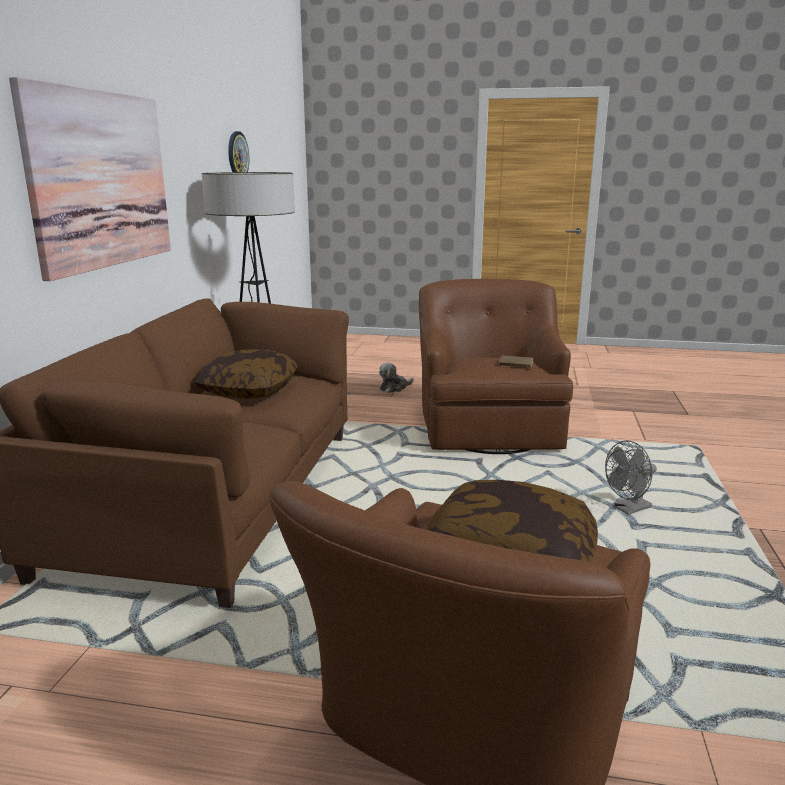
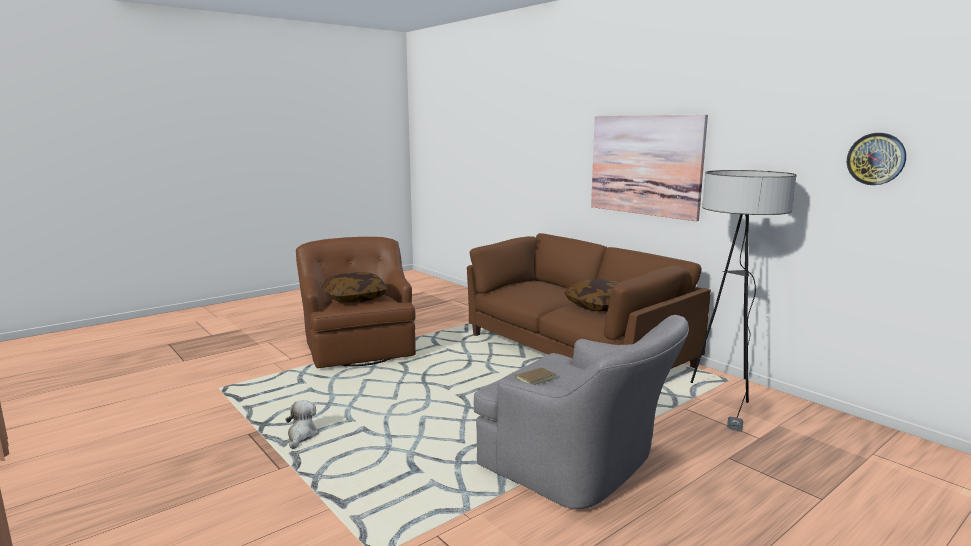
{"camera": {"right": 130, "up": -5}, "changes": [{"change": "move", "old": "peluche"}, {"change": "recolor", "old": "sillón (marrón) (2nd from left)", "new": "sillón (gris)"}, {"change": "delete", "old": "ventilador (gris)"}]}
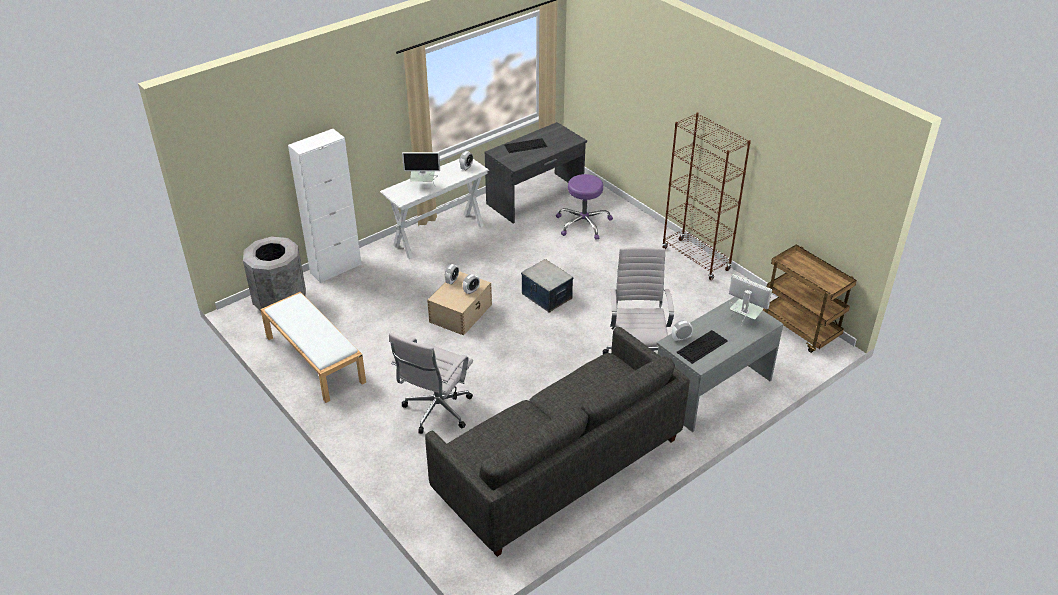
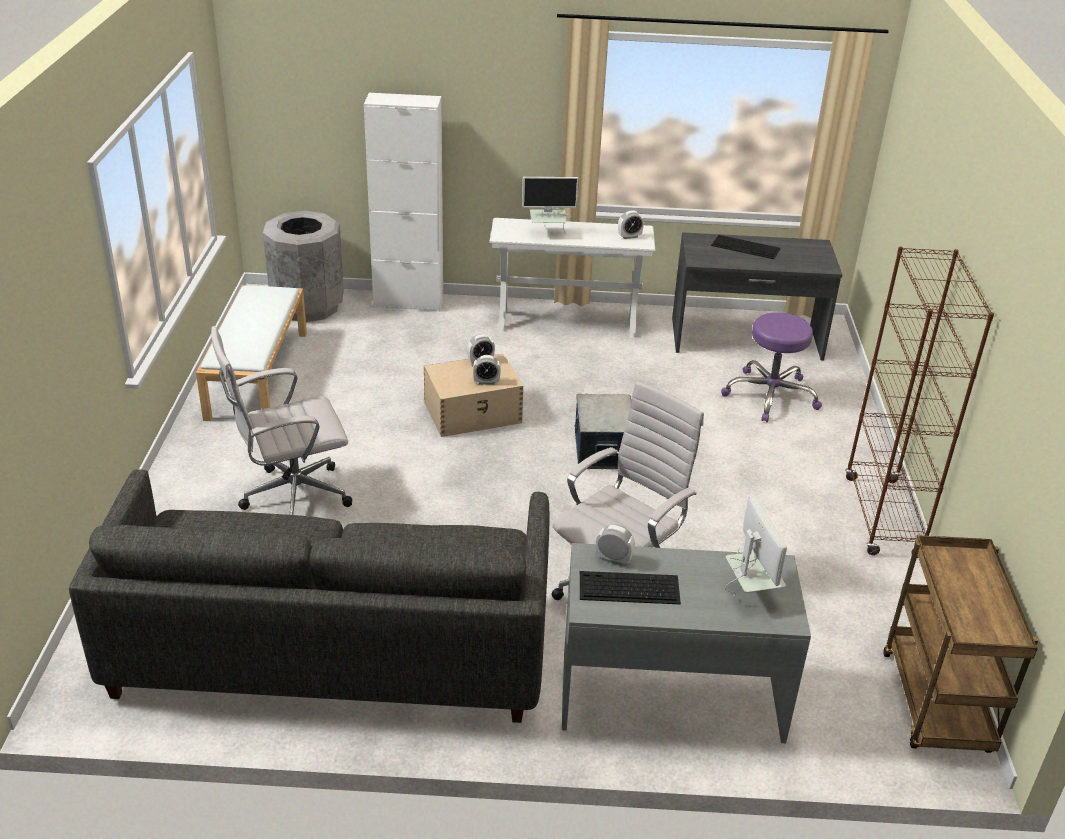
{"camera": {"right": 40, "up": -5}, "changes": [{"change": "rotate", "old": "monitor (1st from left)", "degrees": -45}]}
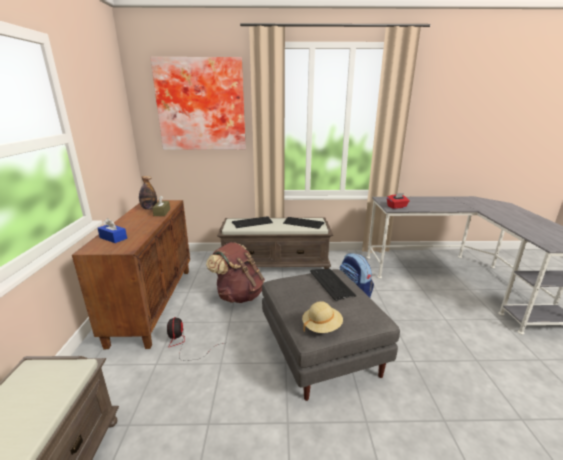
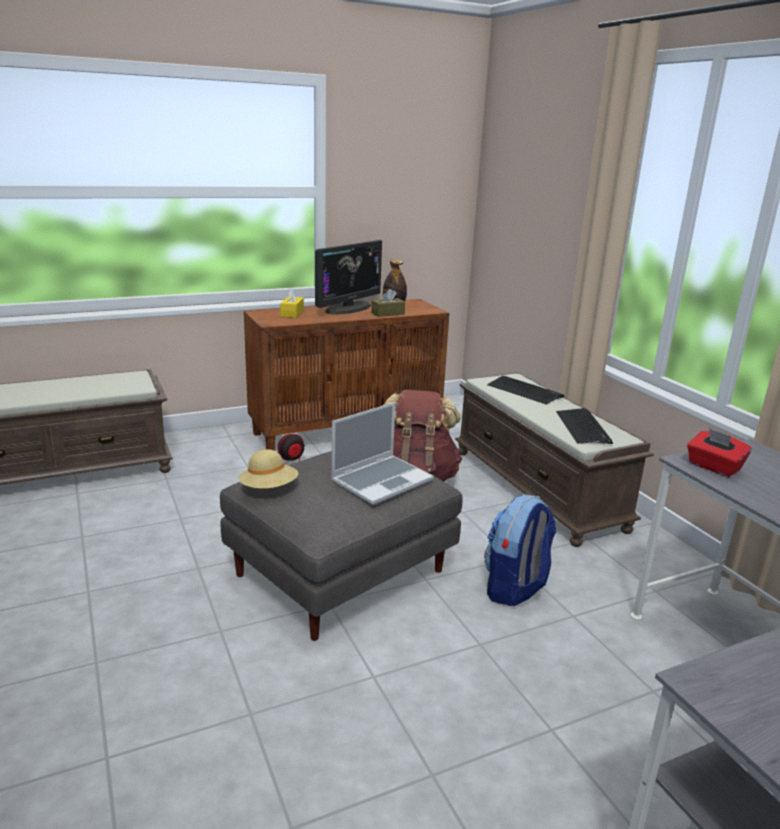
{"camera": {"right": 65, "up": 0}, "changes": [{"change": "recolor", "old": "caja de pañuelos (azul)", "new": "caja de pañuelos (amarillo)"}, {"change": "insert", "new": "monitor"}, {"change": "replace", "old": "teclado (3rd from left)", "new": "portátil"}, {"change": "delete", "old": "cuadro"}]}
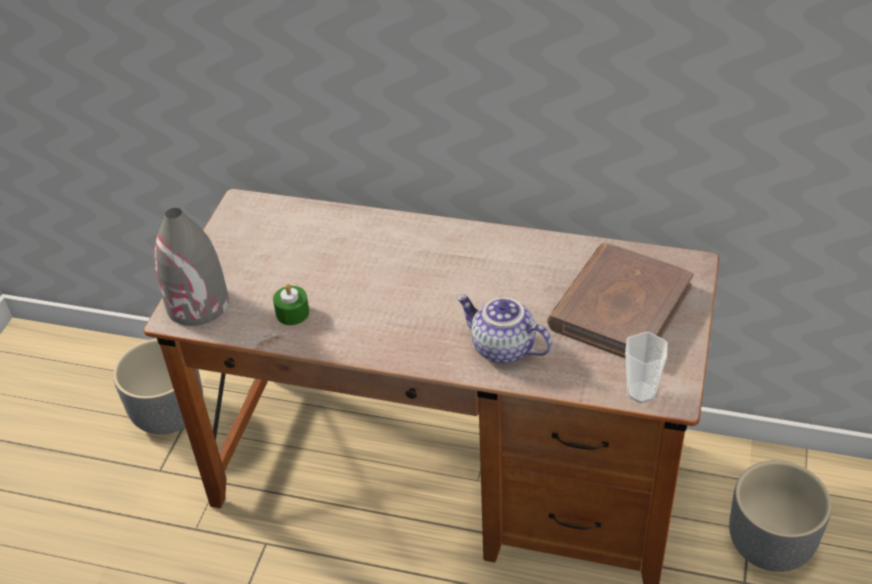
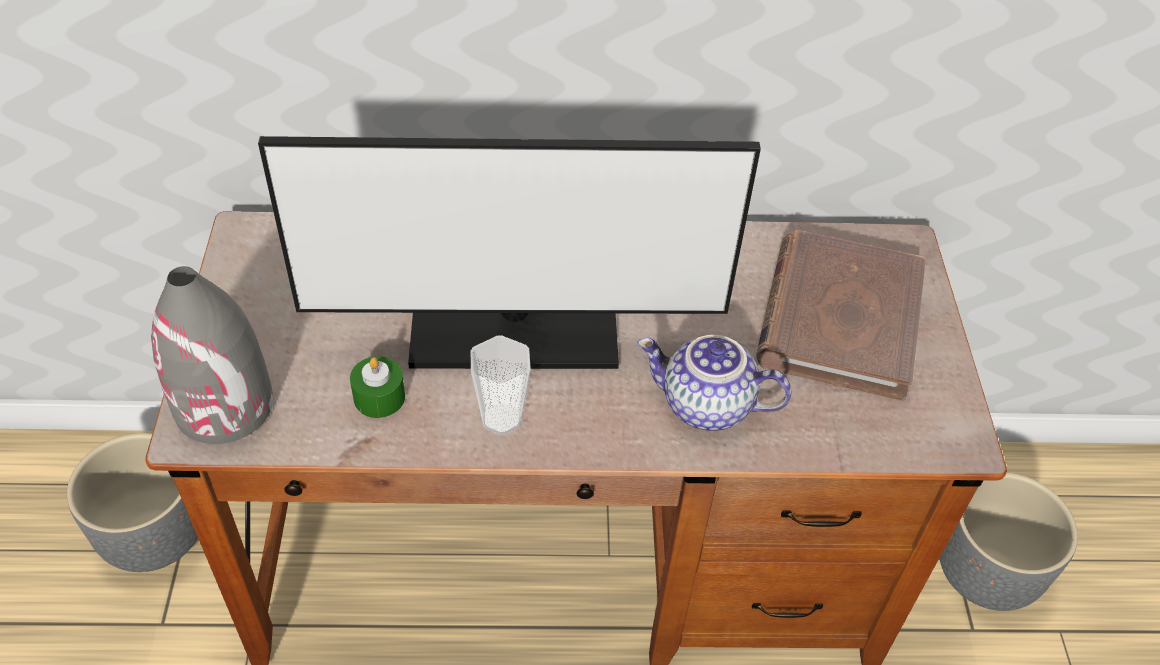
{"camera": {"right": -20, "up": 5}, "changes": [{"change": "insert", "new": "monitor"}, {"change": "move", "old": "taza"}]}
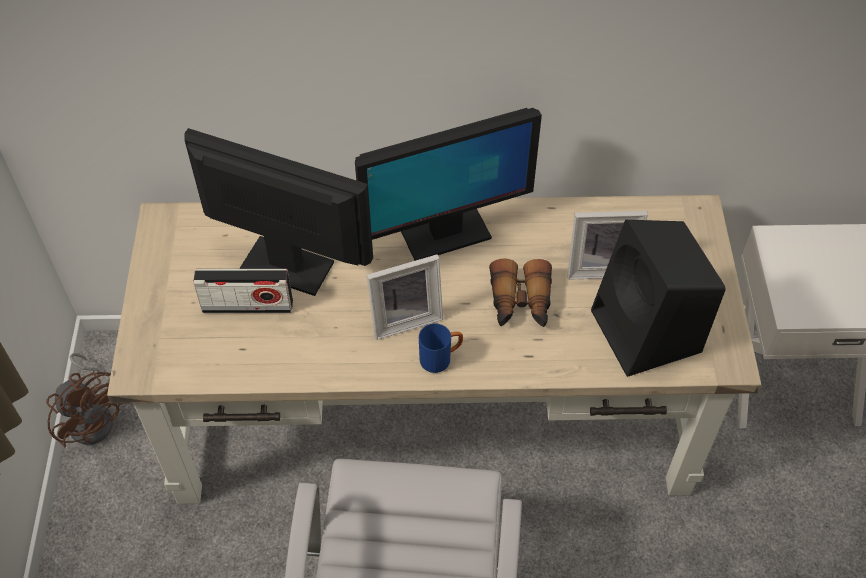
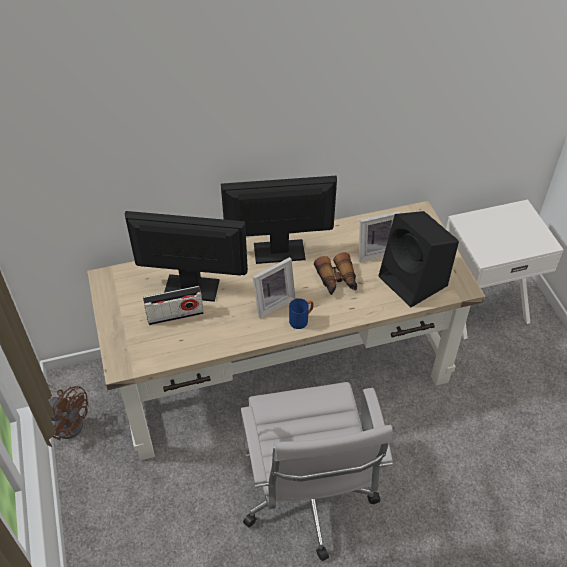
{"camera": {"right": -15, "up": -5}, "changes": [{"change": "rotate", "old": "monitor (2nd from left)", "degrees": -150}]}
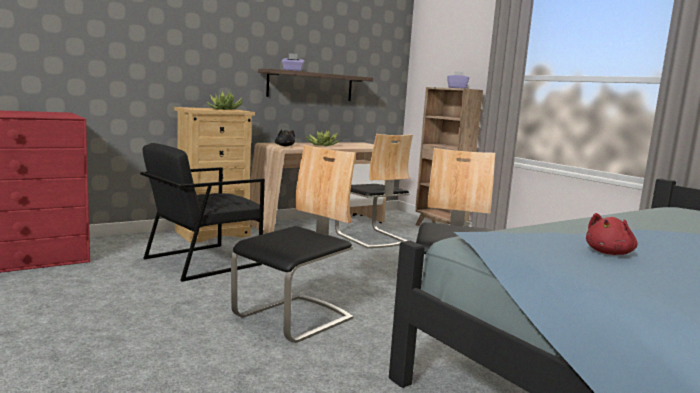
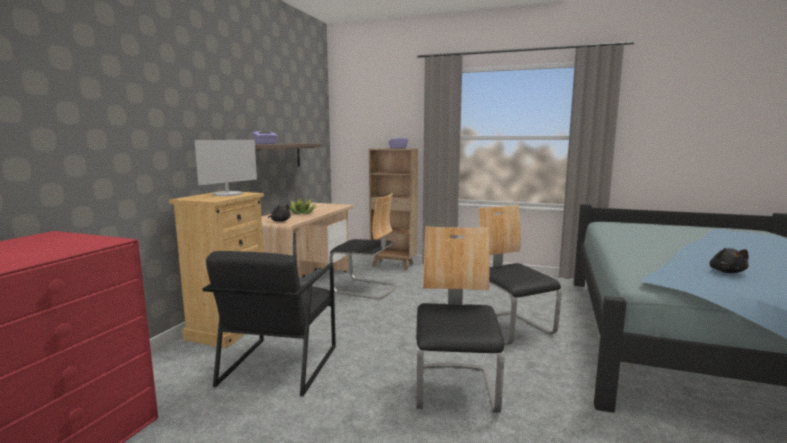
{"camera": {"right": -35, "up": 0}, "changes": [{"change": "replace", "old": "planta en maceta (1st from left)", "new": "monitor"}, {"change": "recolor", "old": "peluche (rojo)", "new": "peluche (negro) (2nd from left)"}]}
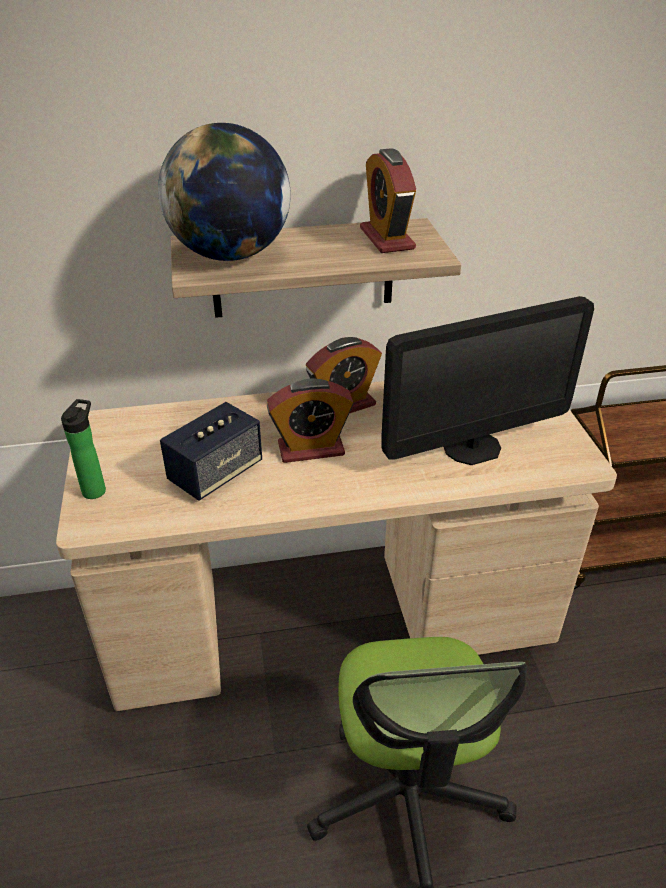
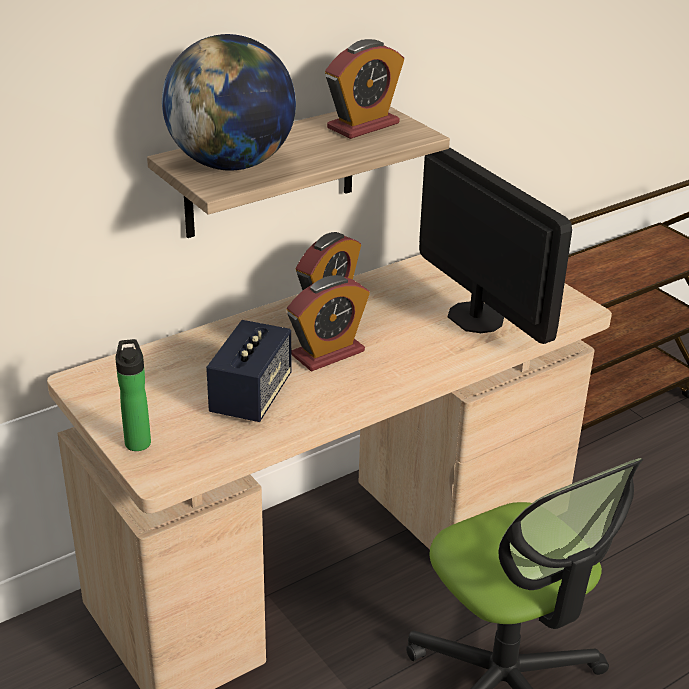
{"camera": {"right": -25, "up": -5}, "changes": [{"change": "rotate", "old": "despertador (3rd from left)", "degrees": -90}, {"change": "rotate", "old": "monitor", "degrees": -75}]}
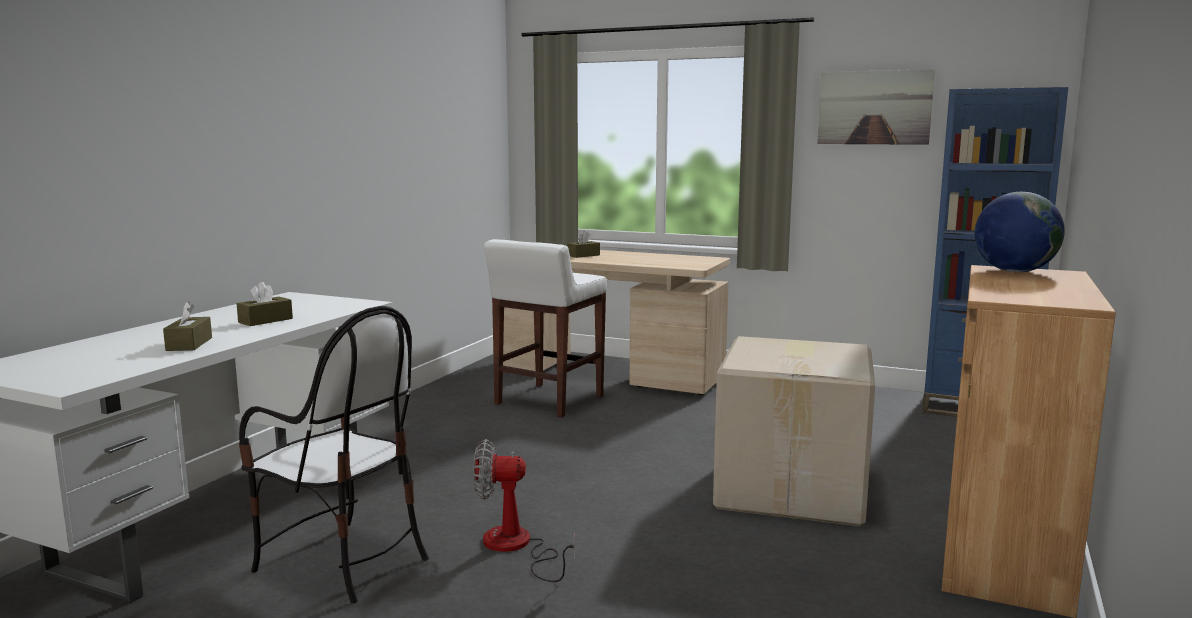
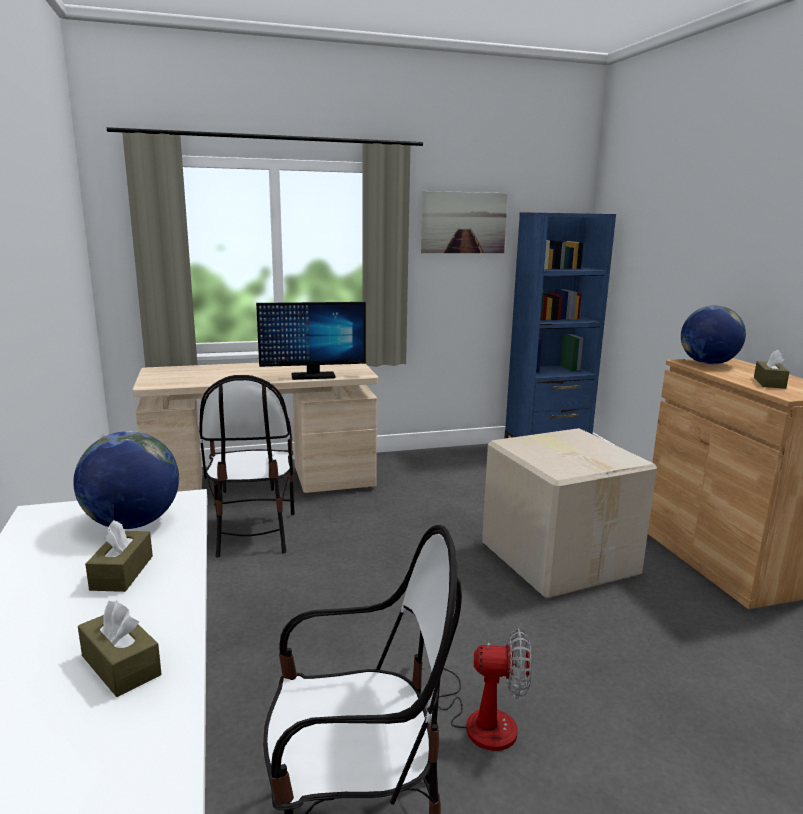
{"camera": {"right": -40, "up": 5}, "changes": [{"change": "insert", "new": "globo terráqueo (1st from left)"}, {"change": "replace", "old": "taburete (blanco)", "new": "silla (1st from left)"}, {"change": "insert", "new": "monitor"}, {"change": "rotate", "old": "ventilador", "degrees": -135}, {"change": "move", "old": "caja de pañuelos (marrón) (3rd from left)"}]}
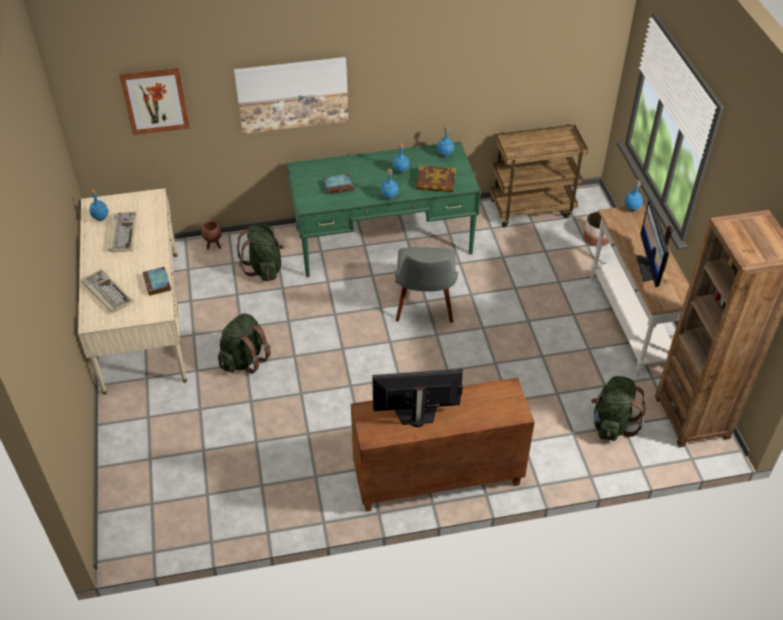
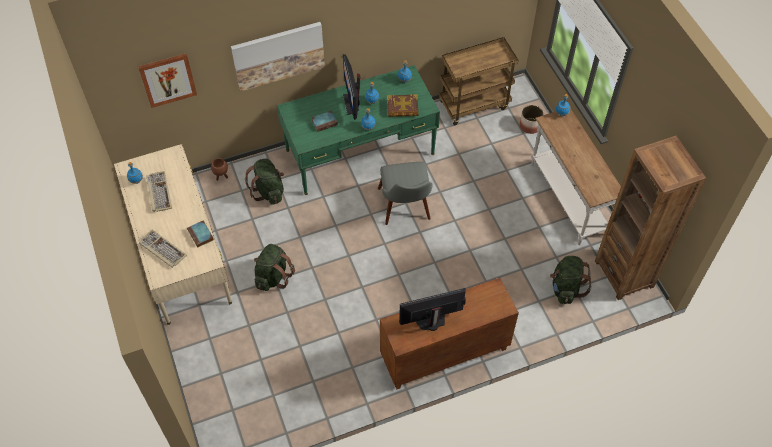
{"camera": {"right": -10, "up": 10}, "changes": [{"change": "move", "old": "monitor (2nd from left in the first image)", "new": "monitor (1st from left)"}]}
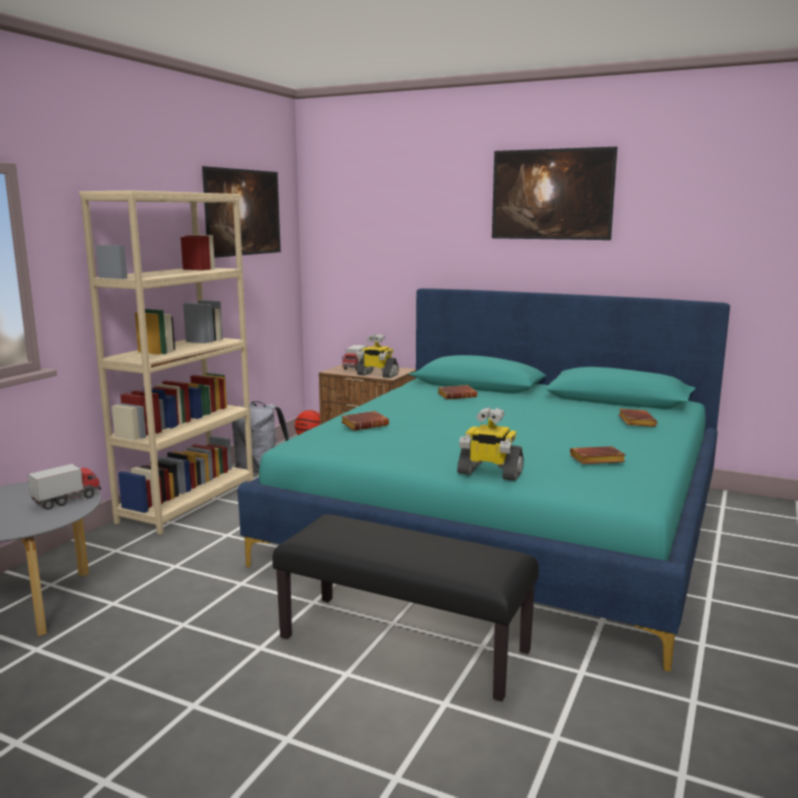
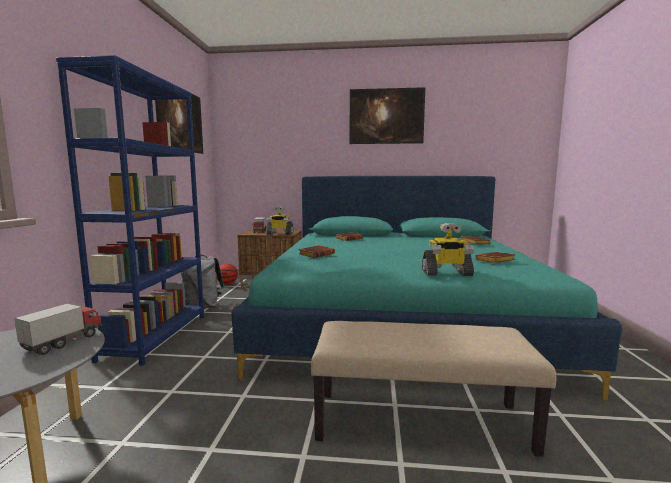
{"camera": {"right": -20, "up": -5}, "changes": [{"change": "recolor", "old": "estantería (beis)", "new": "estantería (azul)"}, {"change": "recolor", "old": "banco (negro)", "new": "banco (beis)"}]}
